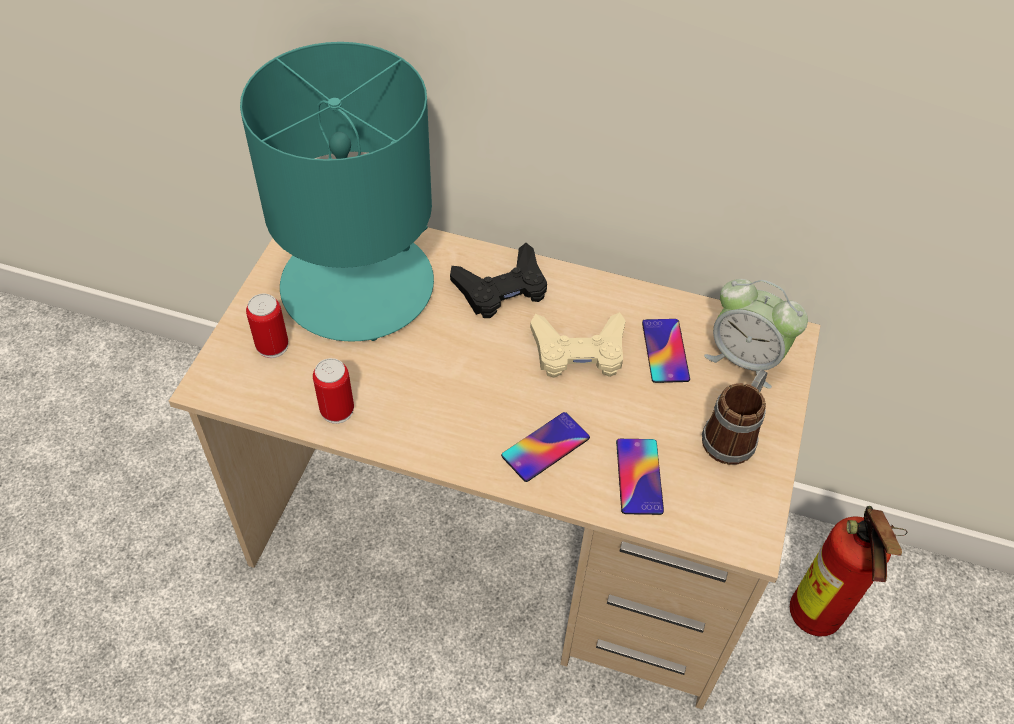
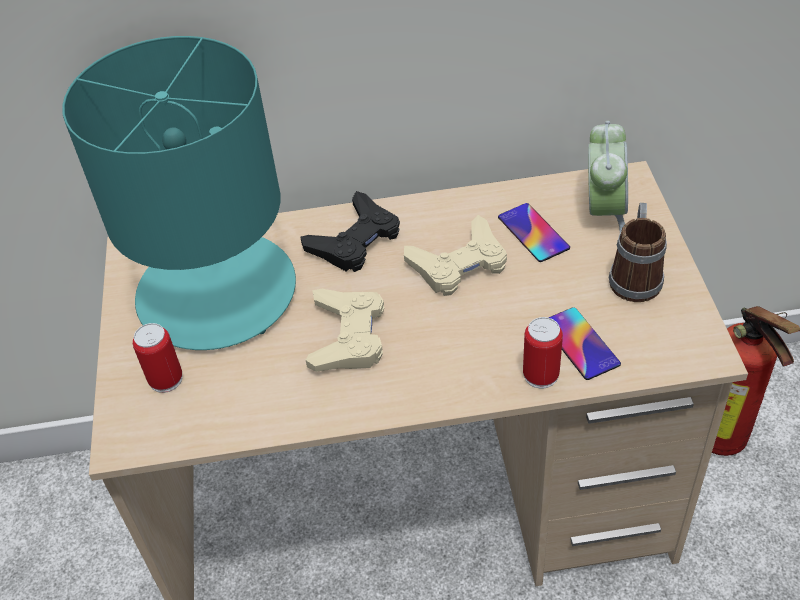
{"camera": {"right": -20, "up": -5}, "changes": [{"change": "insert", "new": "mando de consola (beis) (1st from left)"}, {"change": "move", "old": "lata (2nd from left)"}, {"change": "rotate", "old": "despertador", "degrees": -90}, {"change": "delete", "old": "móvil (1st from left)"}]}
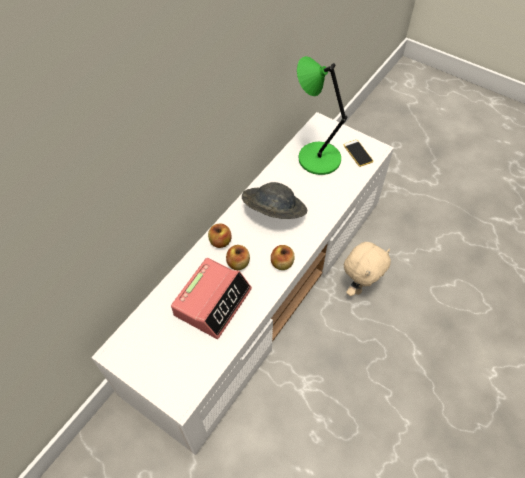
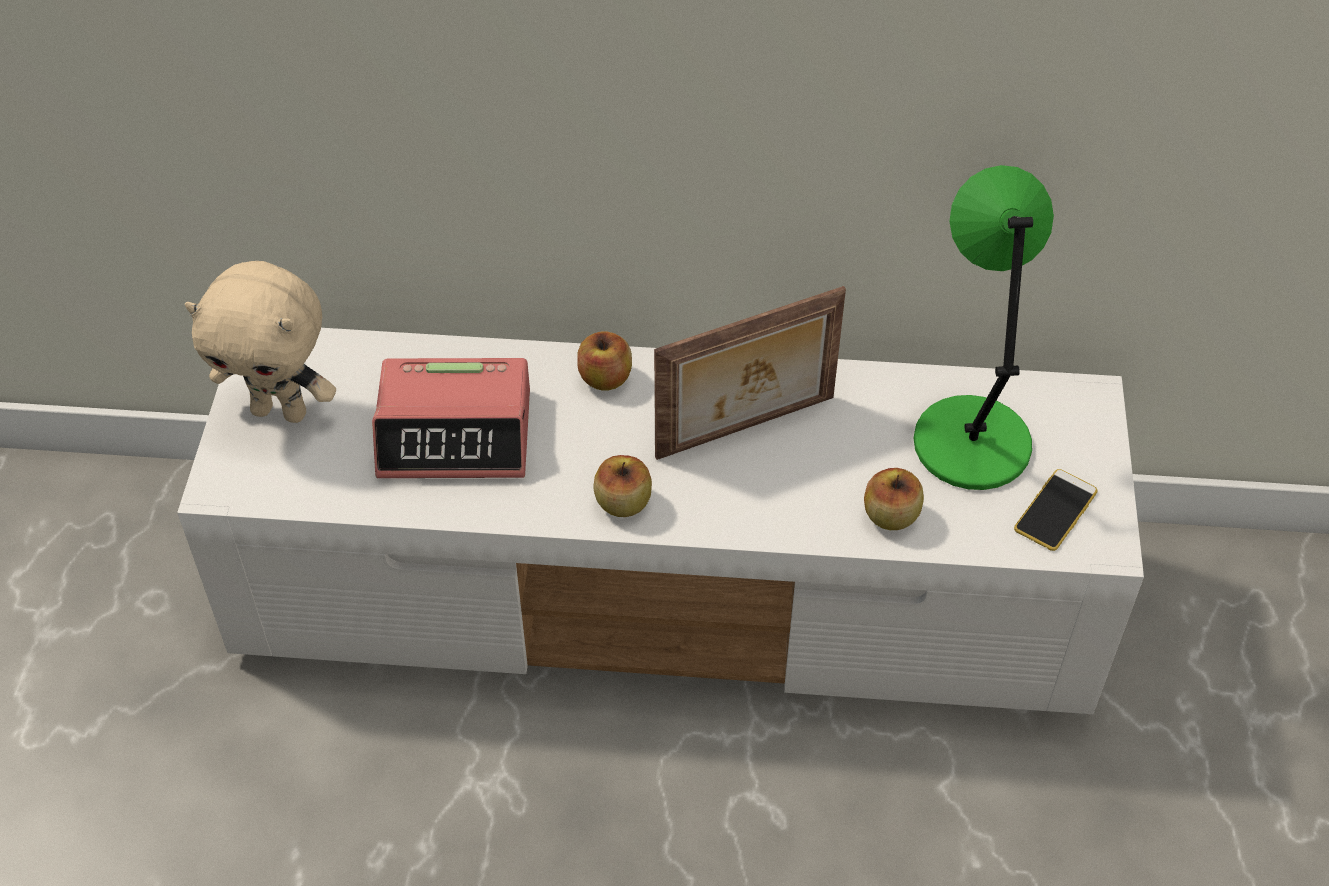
{"camera": {"right": 60, "up": -5}, "changes": [{"change": "move", "old": "peluche (beis)"}, {"change": "replace", "old": "sombrero (gris)", "new": "portarretratos"}, {"change": "move", "old": "manzana (2nd from left in the first image)", "new": "manzana (3rd from left)"}]}
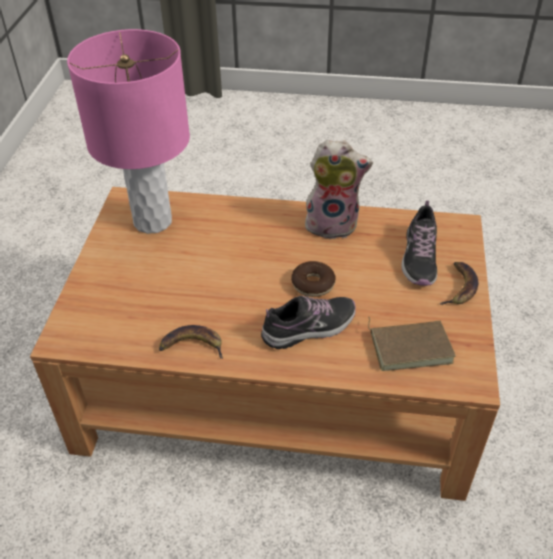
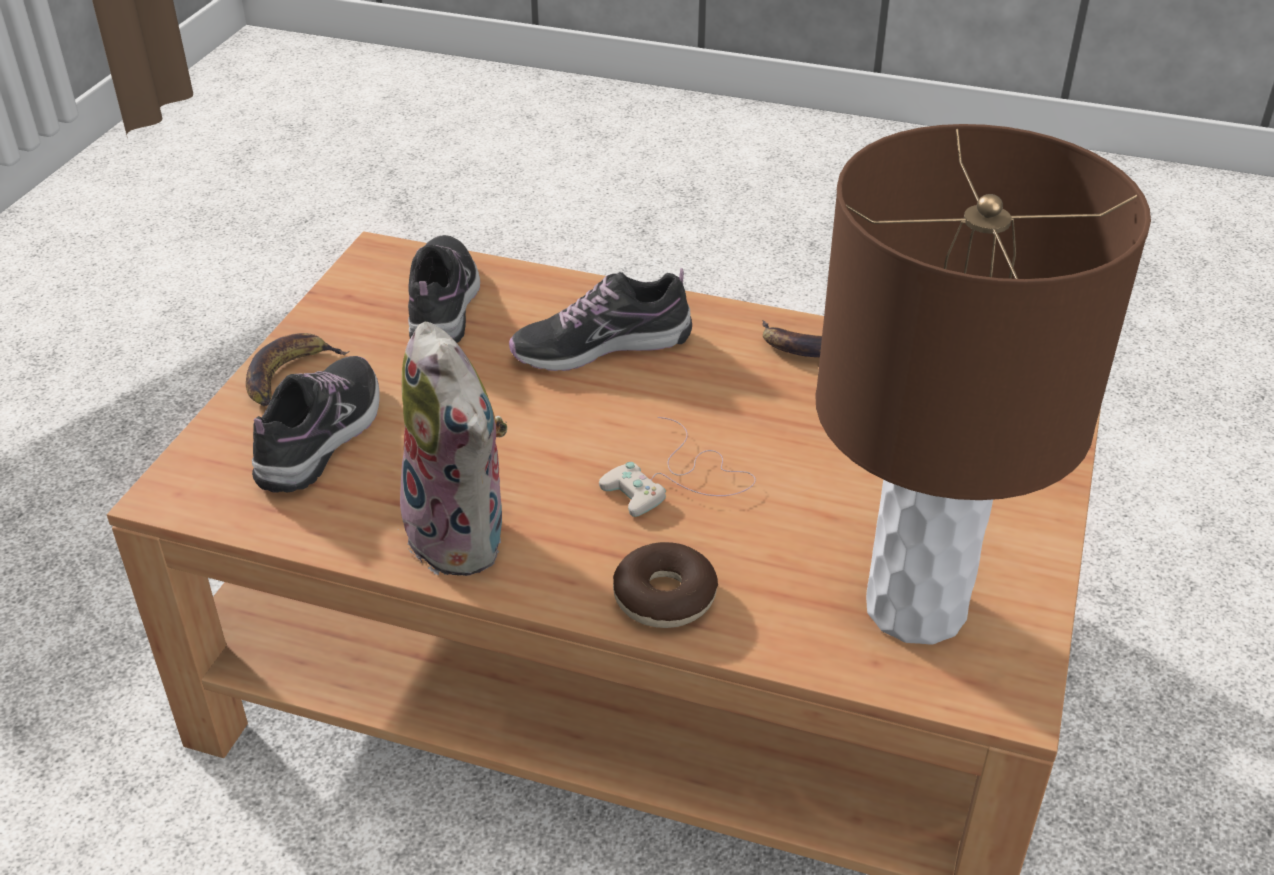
{"camera": {"right": -170, "up": -5}, "changes": [{"change": "rotate", "old": "peluche", "degrees": -135}, {"change": "replace", "old": "libro (marrón)", "new": "zapato (2nd from left)"}, {"change": "insert", "new": "mando de consola (blanco)"}, {"change": "move", "old": "rosquilla"}, {"change": "recolor", "old": "lámpara de mesa (rosa)", "new": "lámpara de mesa (marrón)"}]}
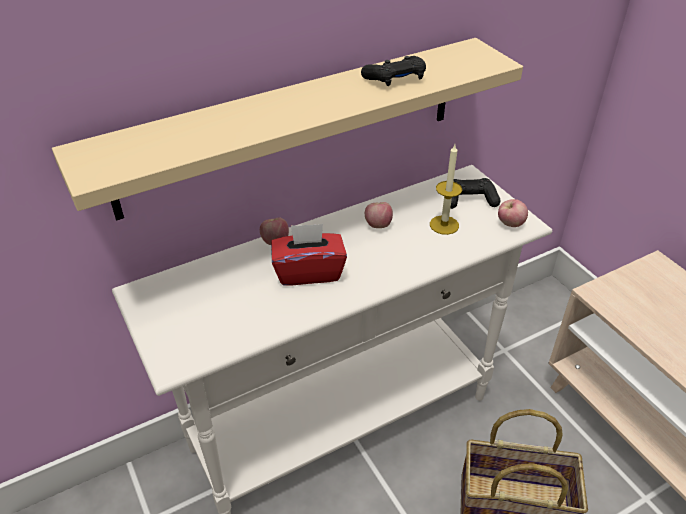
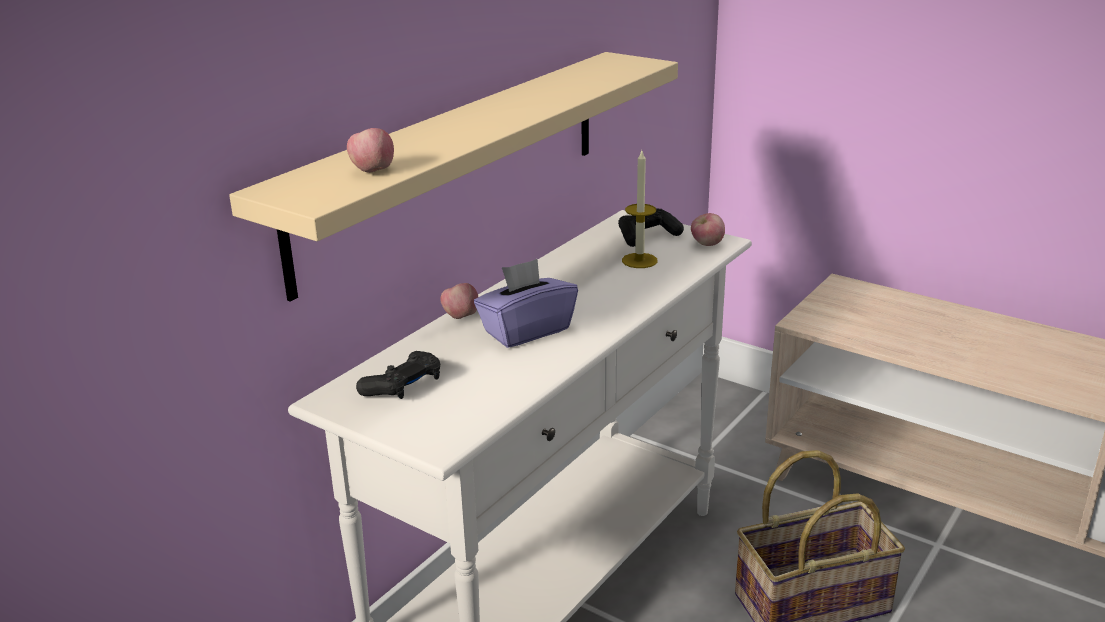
{"camera": {"right": -25, "up": -15}, "changes": [{"change": "move", "old": "manzana (2nd from left in the first image)", "new": "manzana (1st from left)"}, {"change": "move", "old": "mando de consola (negro) (1st from left)"}, {"change": "recolor", "old": "caja de pañuelos (rojo)", "new": "caja de pañuelos (morado)"}]}
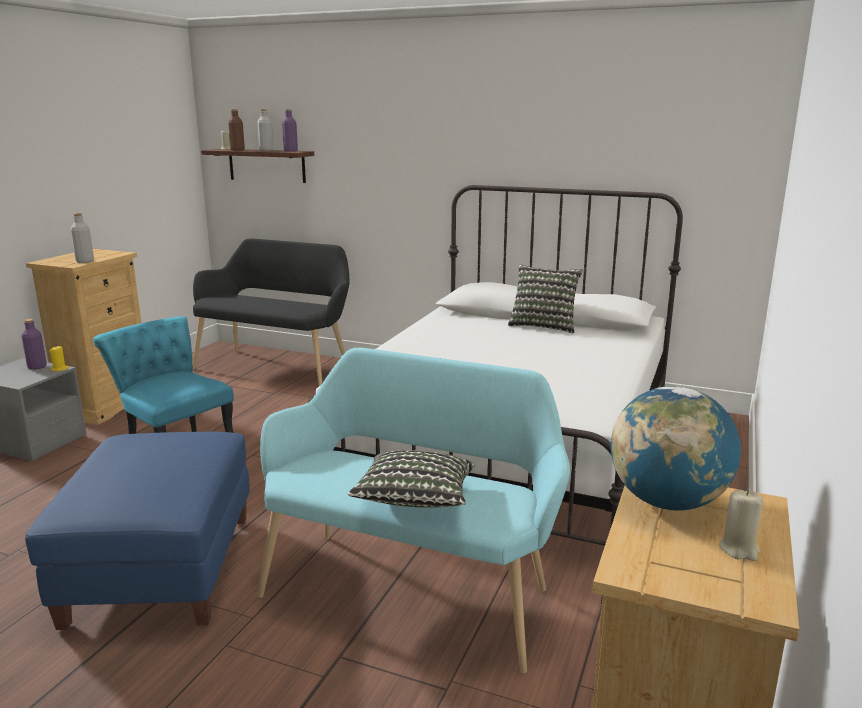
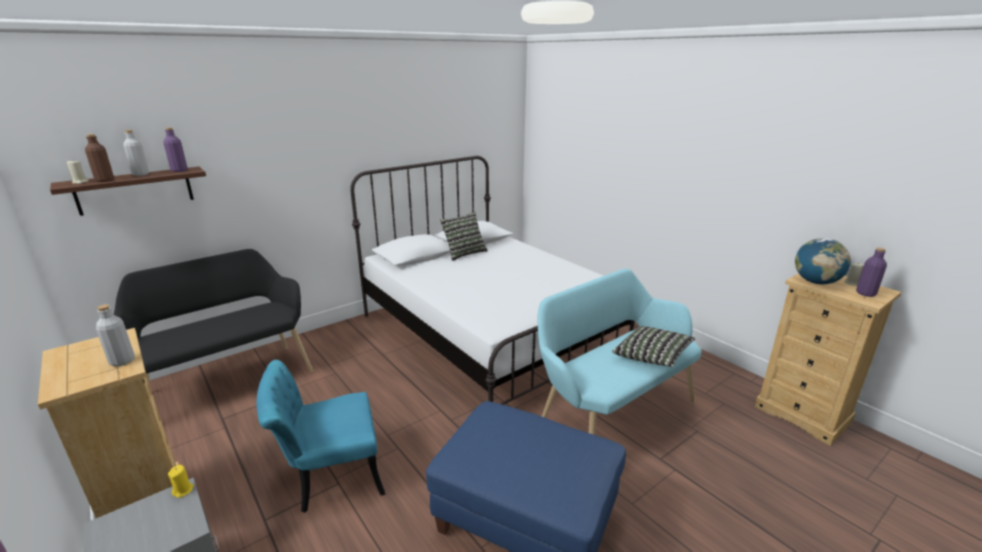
{"camera": {"right": -60, "up": 5}, "changes": [{"change": "move", "old": "botella (morado) (1st from left in the first image)", "new": "botella (morado) (2nd from left)"}]}
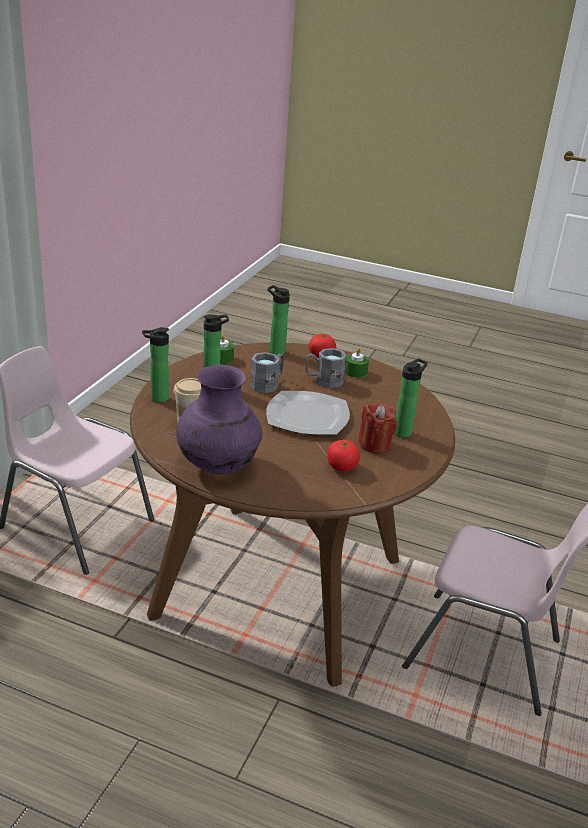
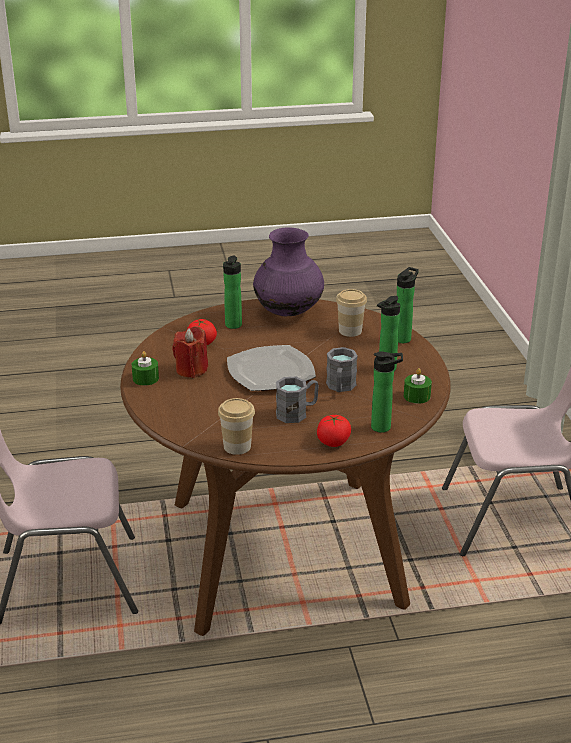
{"camera": {"right": 150, "up": 0}, "changes": [{"change": "move", "old": "vela (verde) (2nd from left in the first image)", "new": "vela (verde) (1st from left)"}, {"change": "insert", "new": "taza (1st from left)"}, {"change": "move", "old": "botella (4th from left in the first image)", "new": "botella (1st from left)"}]}
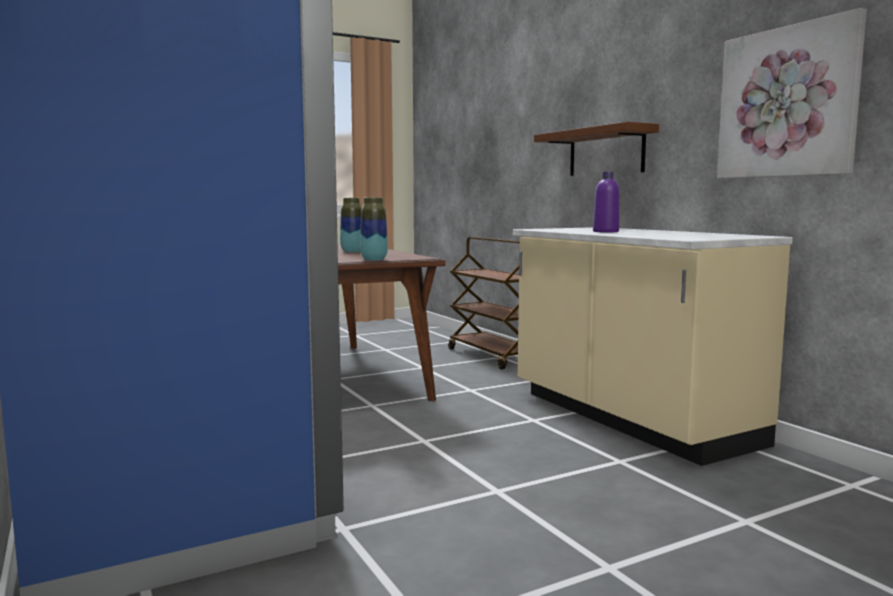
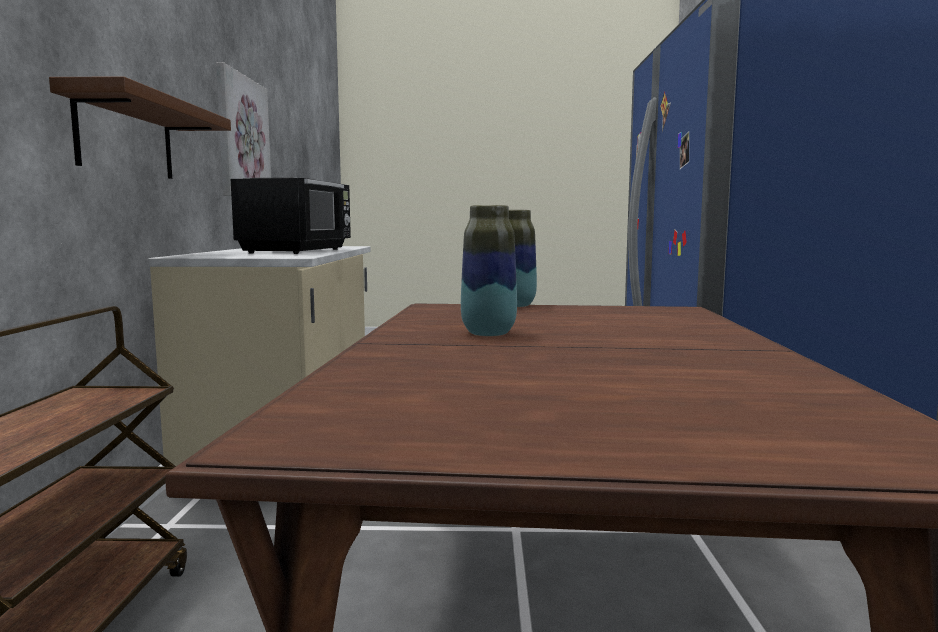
{"camera": {"right": -150, "up": 0}, "changes": [{"change": "replace", "old": "botella (morado)", "new": "microondas (negro)"}]}
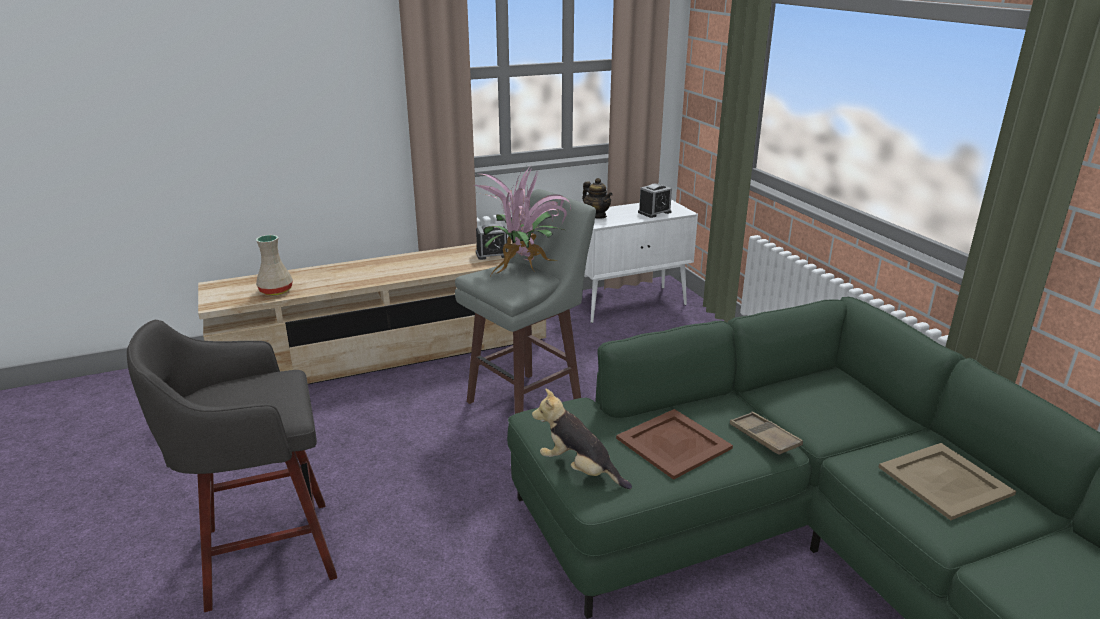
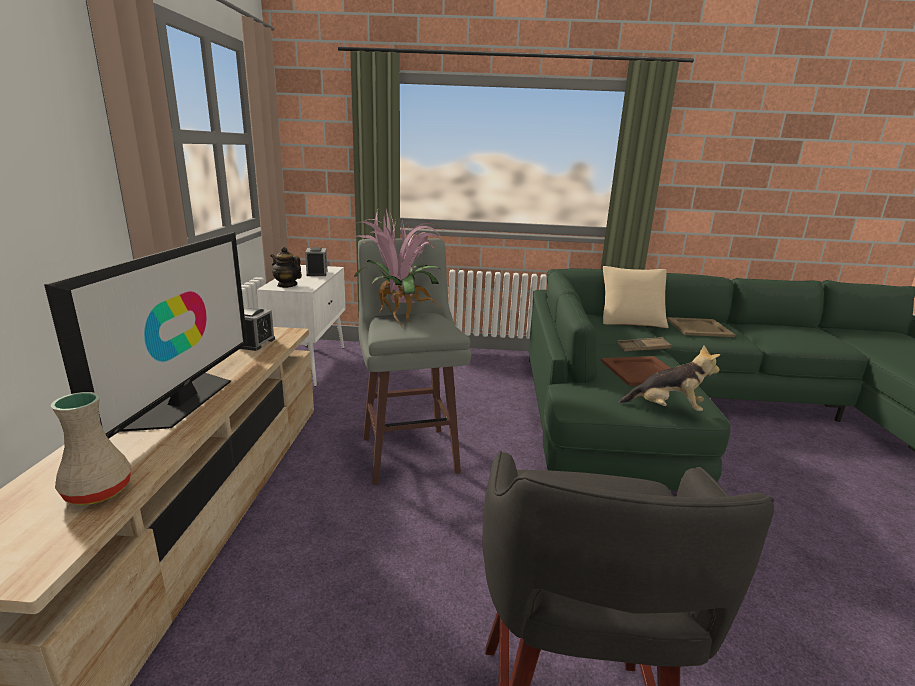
{"camera": {"right": -65, "up": -5}, "changes": [{"change": "insert", "new": "televisor"}, {"change": "rotate", "old": "tetera", "degrees": -135}, {"change": "insert", "new": "cojín (beis)"}, {"change": "rotate", "old": "peluche", "degrees": -135}]}
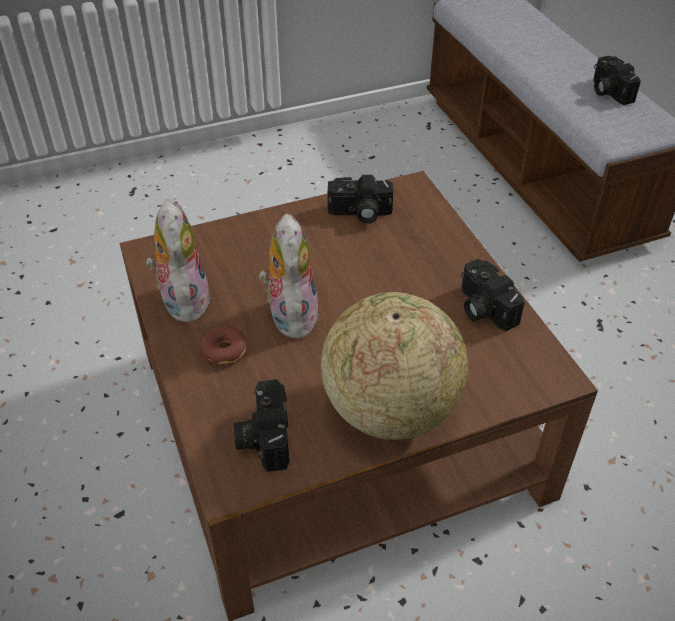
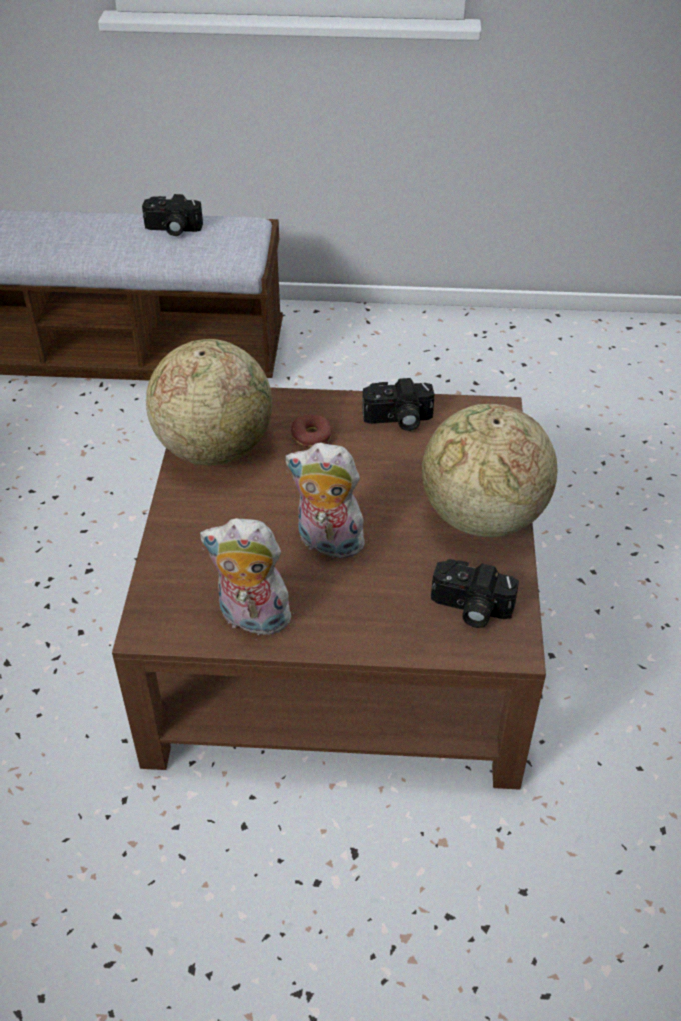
{"camera": {"right": -65, "up": 0}, "changes": [{"change": "replace", "old": "cámara (2nd from left)", "new": "globo terráqueo (1st from left)"}, {"change": "move", "old": "rosquilla"}]}
